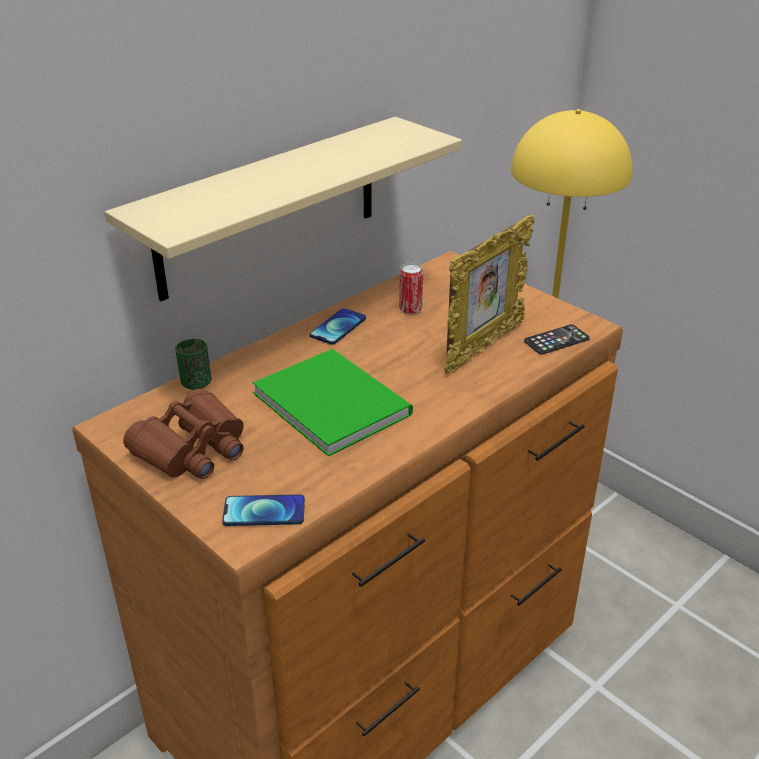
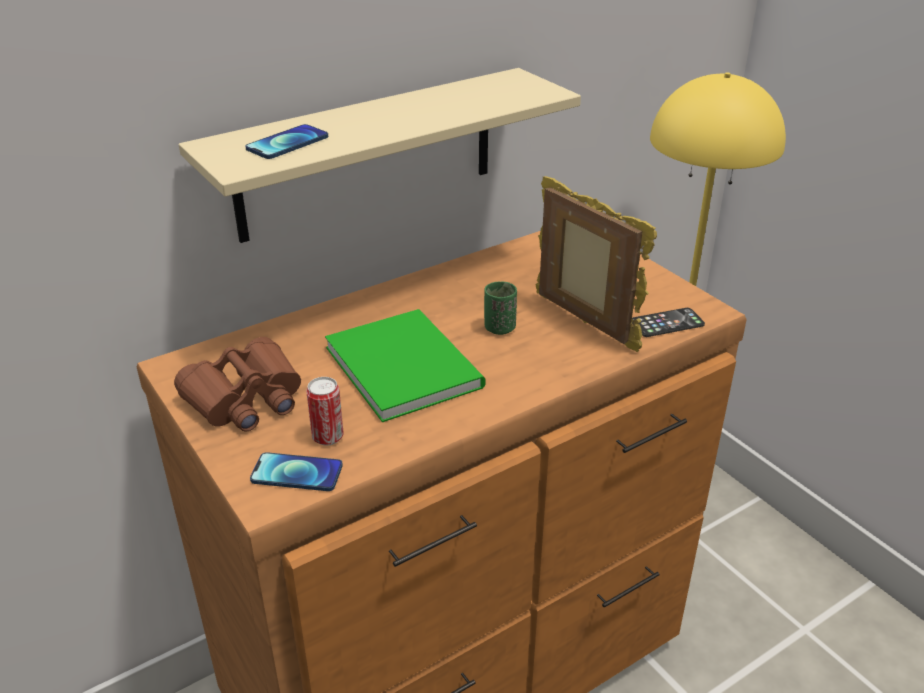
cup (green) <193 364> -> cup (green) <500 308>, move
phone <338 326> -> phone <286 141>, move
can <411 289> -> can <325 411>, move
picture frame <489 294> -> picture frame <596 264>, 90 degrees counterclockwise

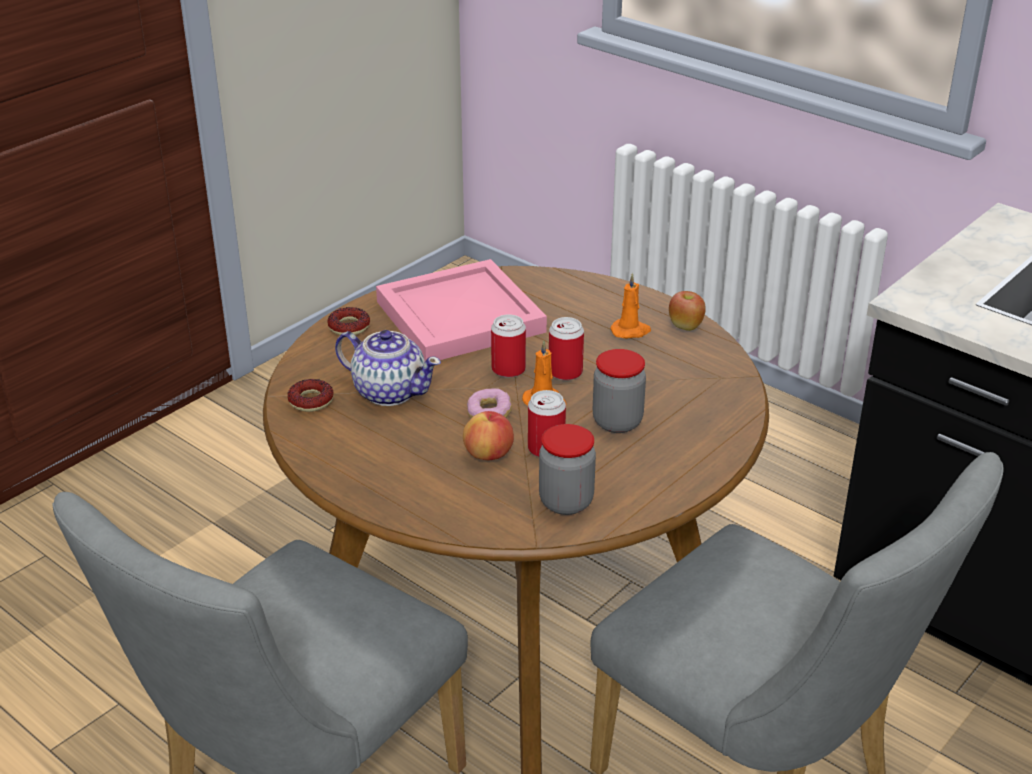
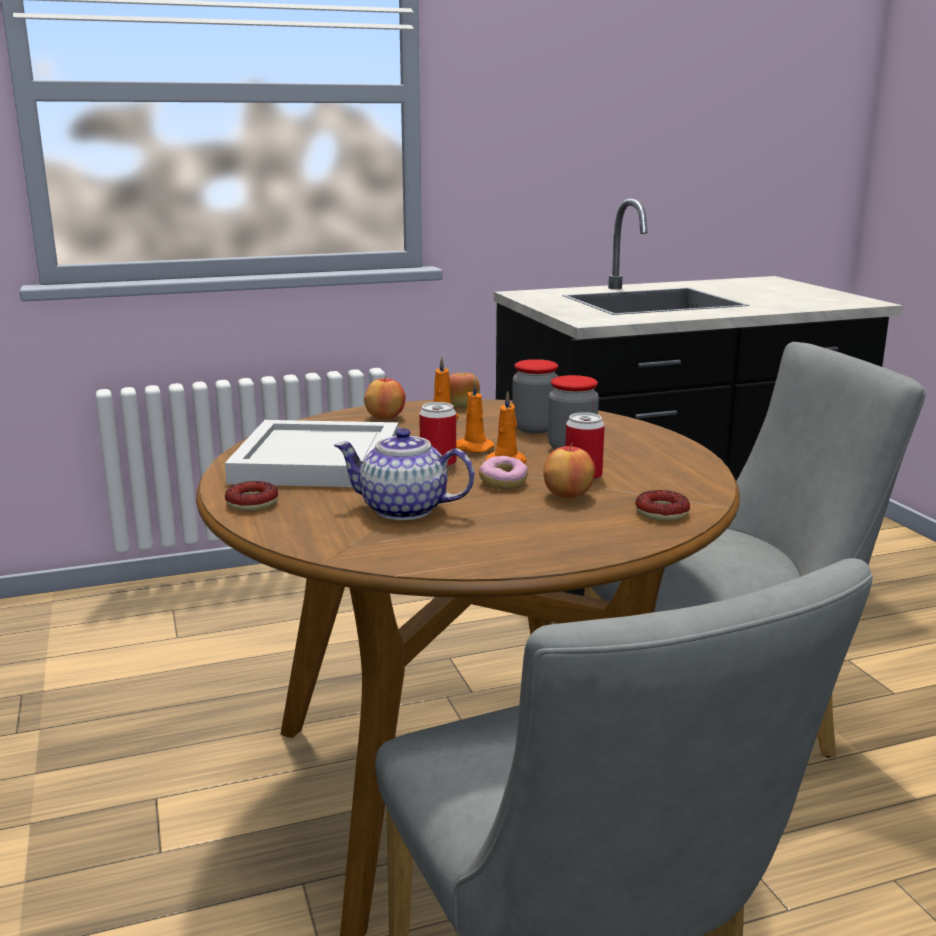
donut <310 395> -> donut <662 505>, move
teapot <388 368> -> teapot <404 474>, 135 degrees counterclockwise
tray (pink) <461 310> -> tray (white) <312 453>
jar <567 469> -> jar <535 396>, move
can <566 348> -> candle (orange) <475 415>
none -> apple <385 397>

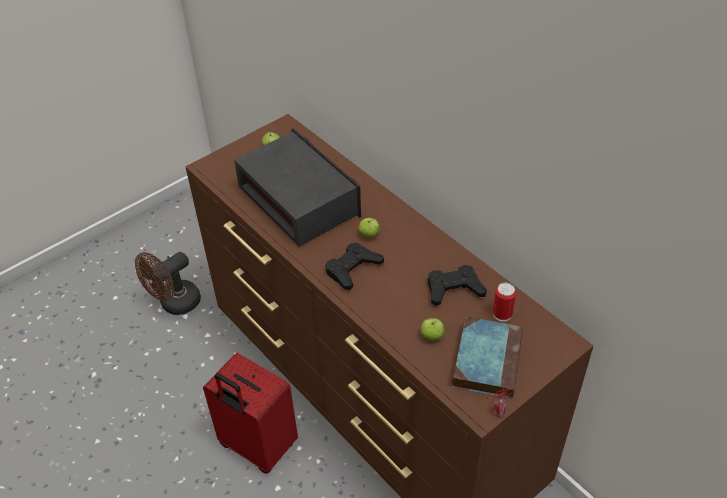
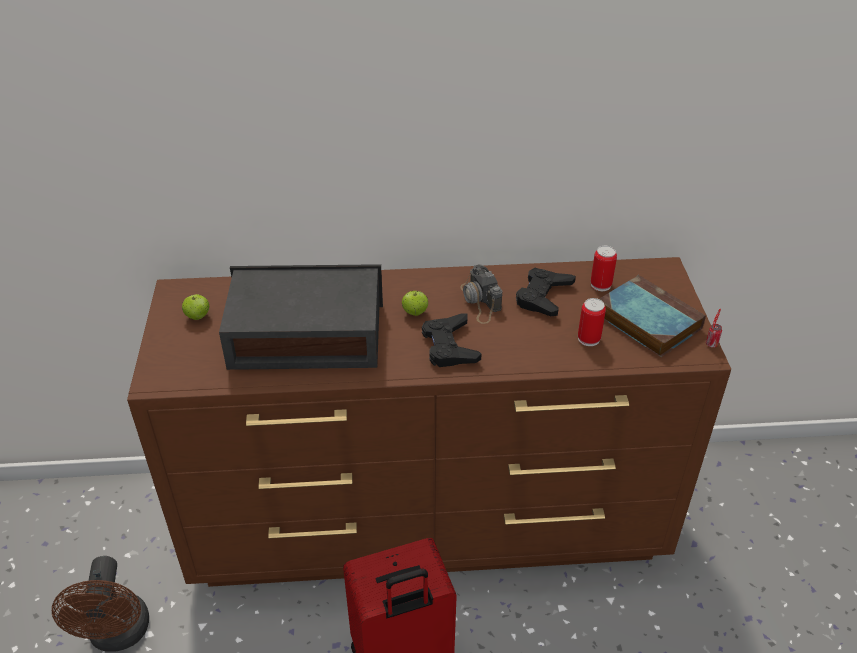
apple <432 329> -> can <592 322>
none -> photo camera <481 294>

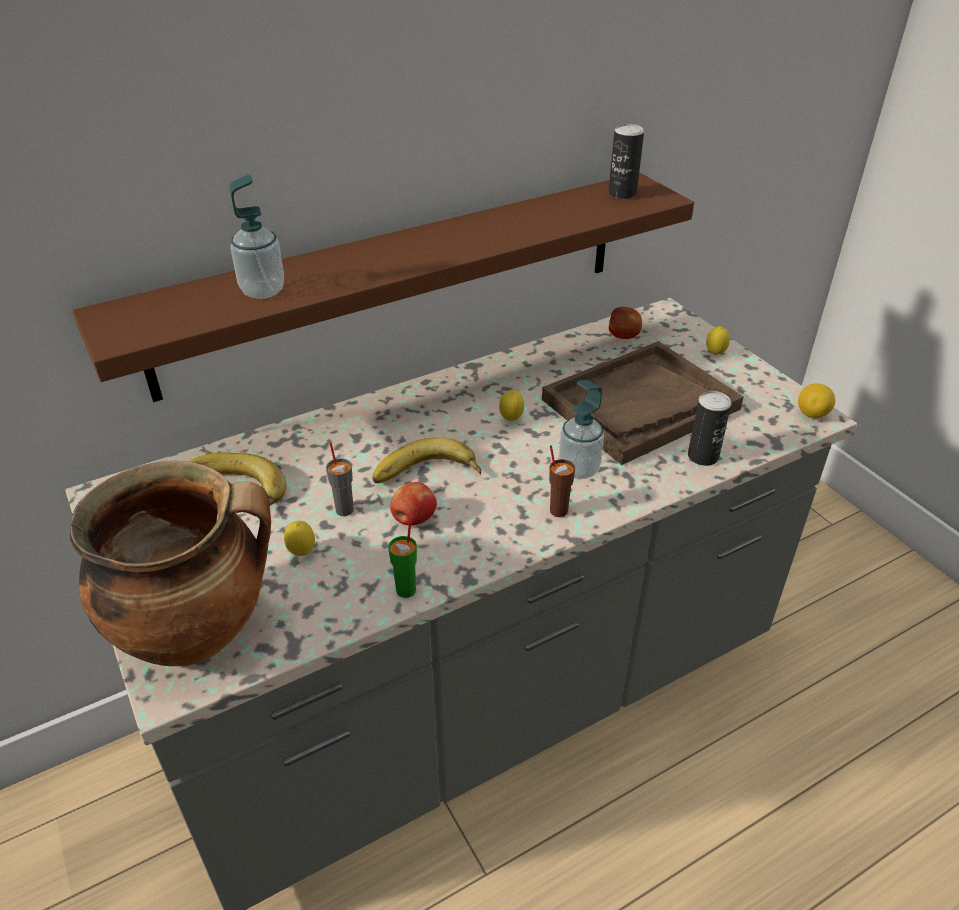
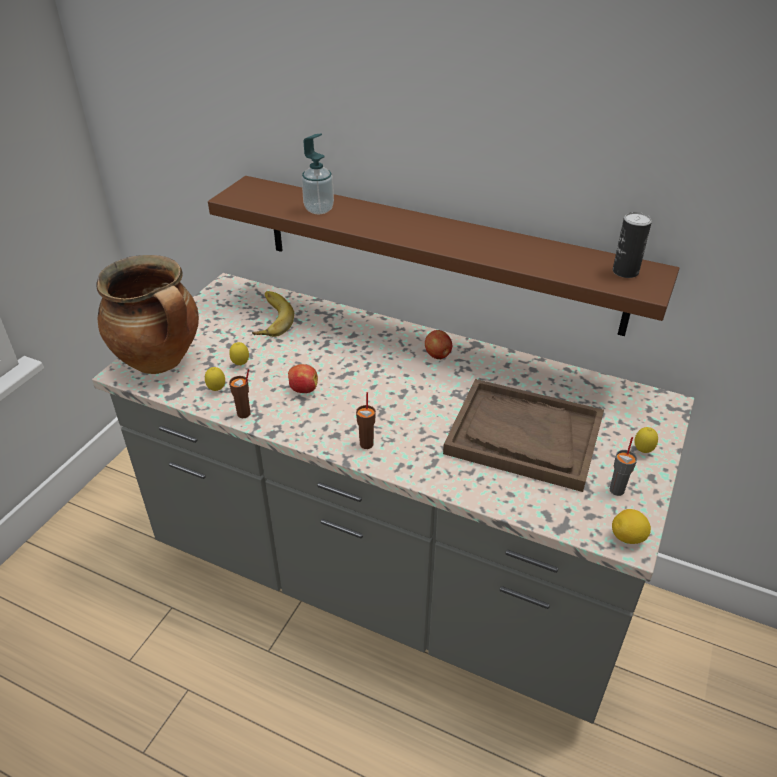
cup (grey) <340 479> -> cup (grey) <623 466>, move
banana <426 460> -> none
cup (green) <402 558> -> cup (brown) <239 393>
lemon <511 405> -> lemon <215 379>, move
soap dispenser <581 429> -> none
apple <625 323> -> apple <438 344>, move
can <709 428> -> none

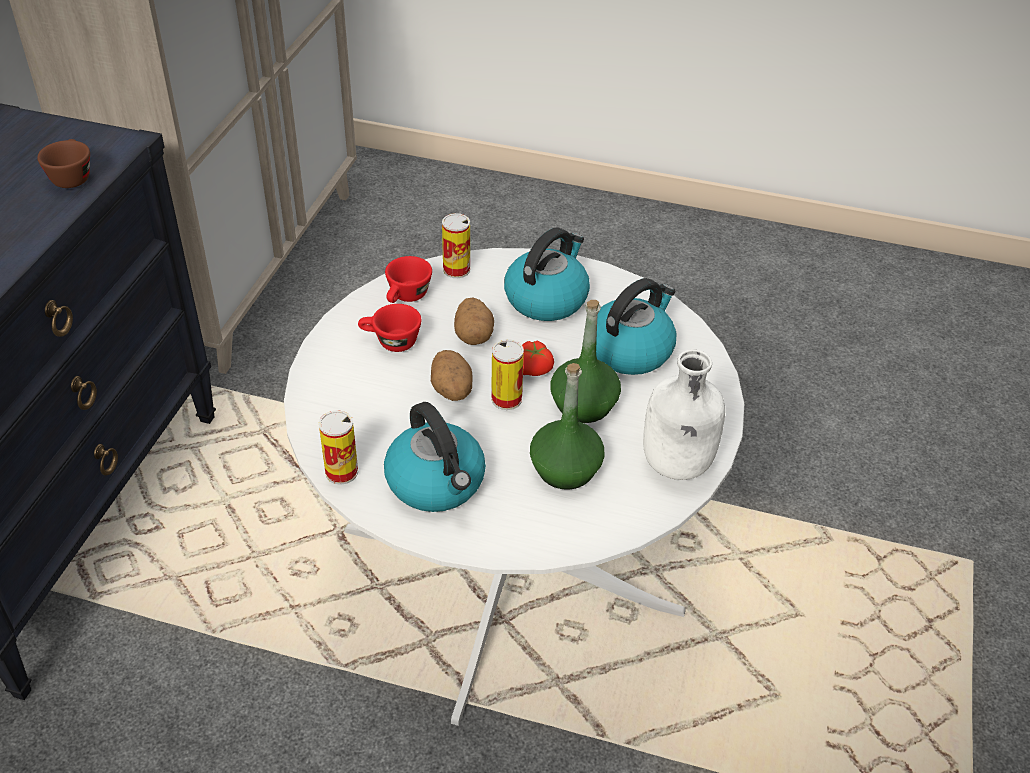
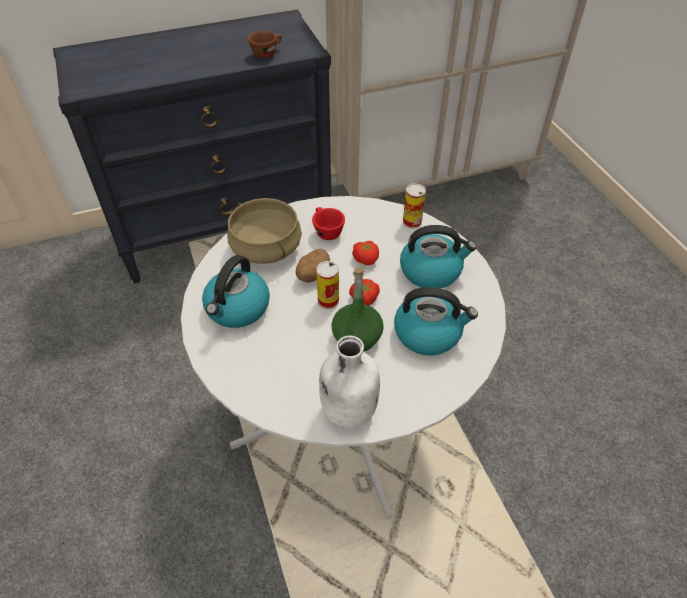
can <338 447> -> none
cup (red) <408 279> -> none
potato <474 321> -> tomato <365 253>
bottle (green) <567 426> -> none
none -> cooking pot (beige) <264 231>

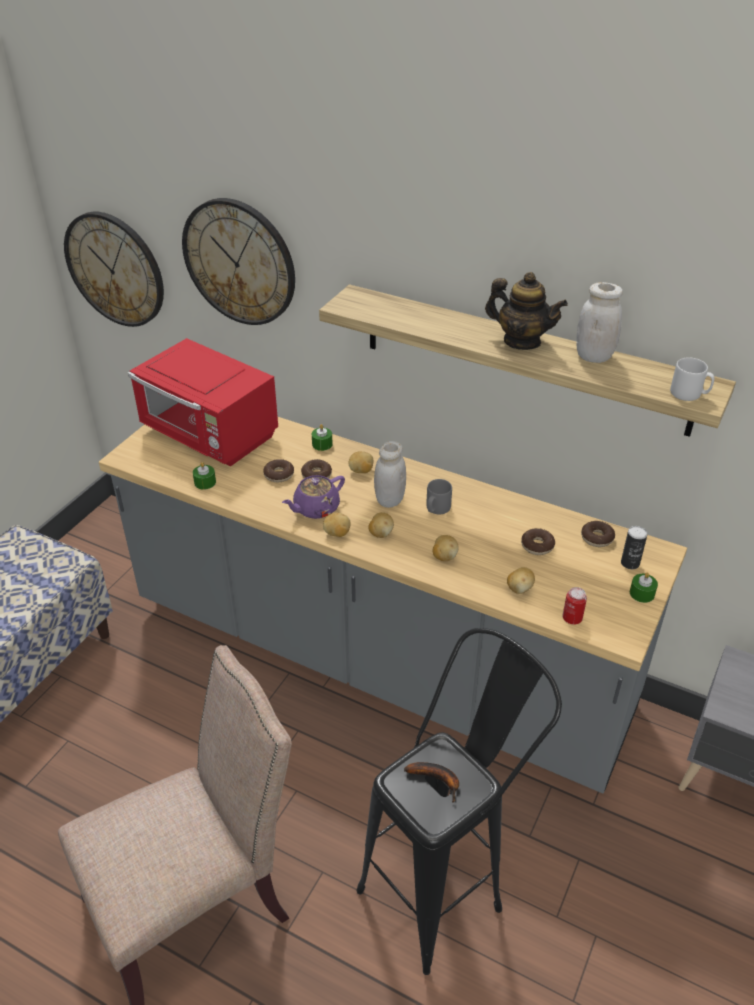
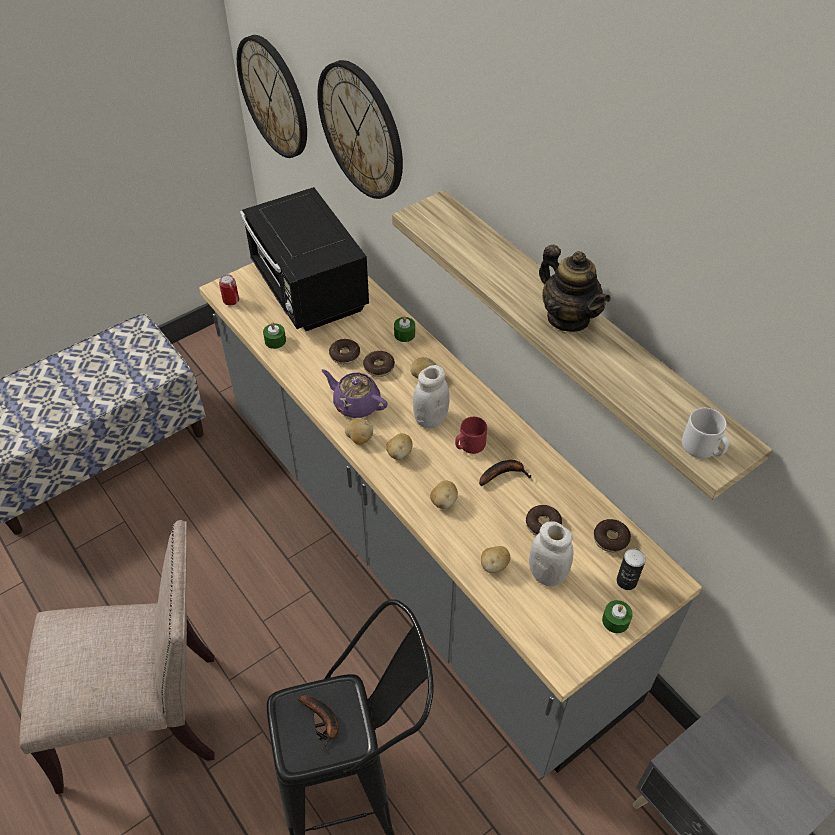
microwave (red) <203 402> -> microwave (black) <304 259>
teapot (purple) <313 497> -> teapot (purple) <355 393>, 45 degrees clockwise
mug (grey) <439 496> -> mug (red) <471 435>
can <574 605> -> can <229 289>, move
jar (white) <599 322> -> jar (white) <551 553>, move
none -> banana <505 473>

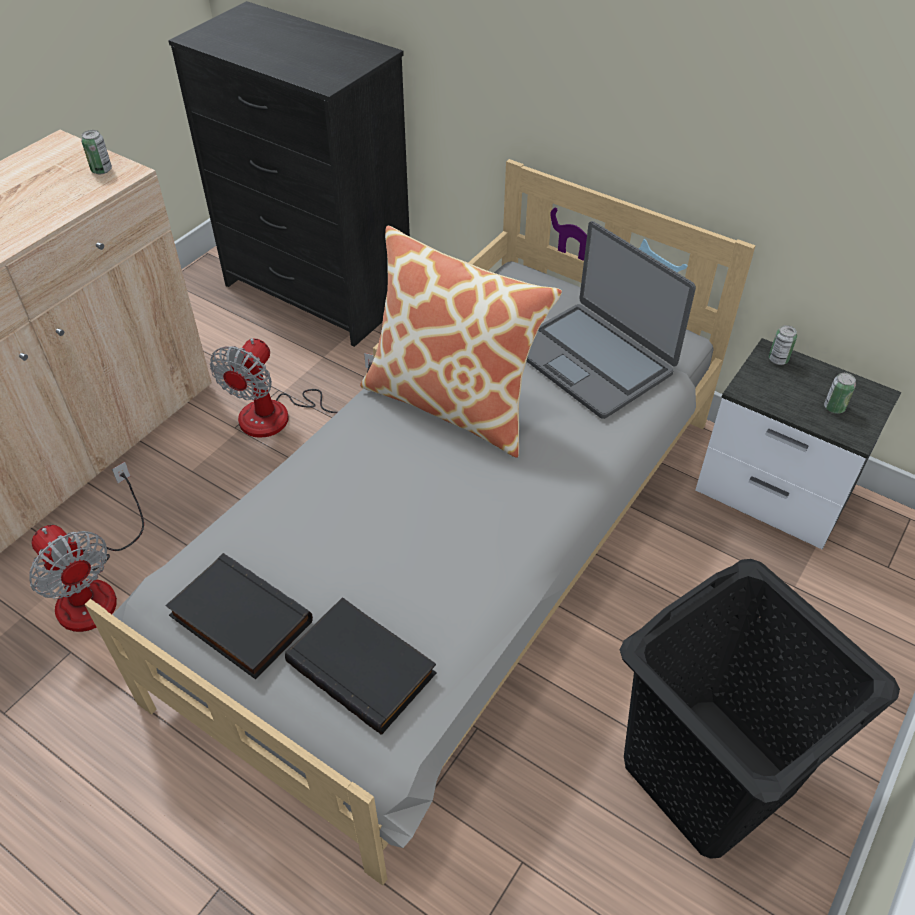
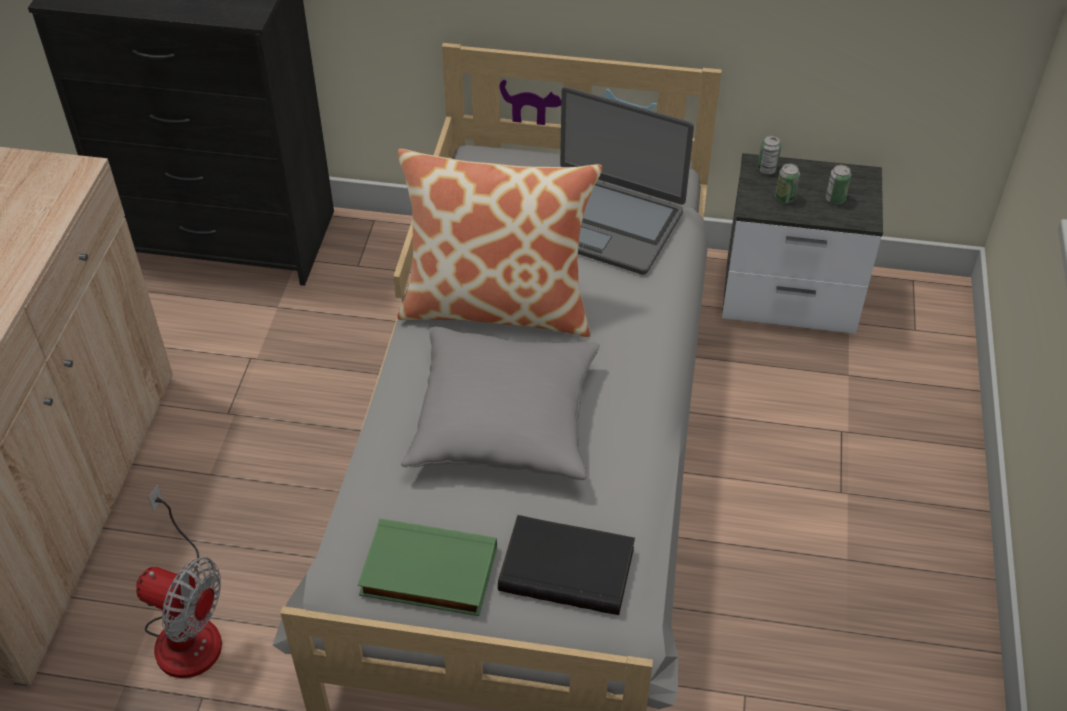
can <96 152> -> can <787 183>, move
book (black) <239 616> -> book (green) <427 567>
fan <292 388> -> none
laundry basket (black) <760 709> -> none
none -> pillow (grey) <500 403>

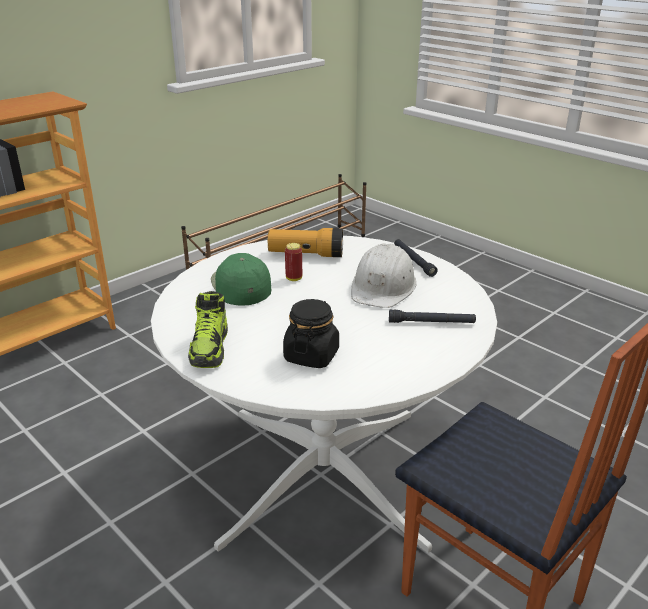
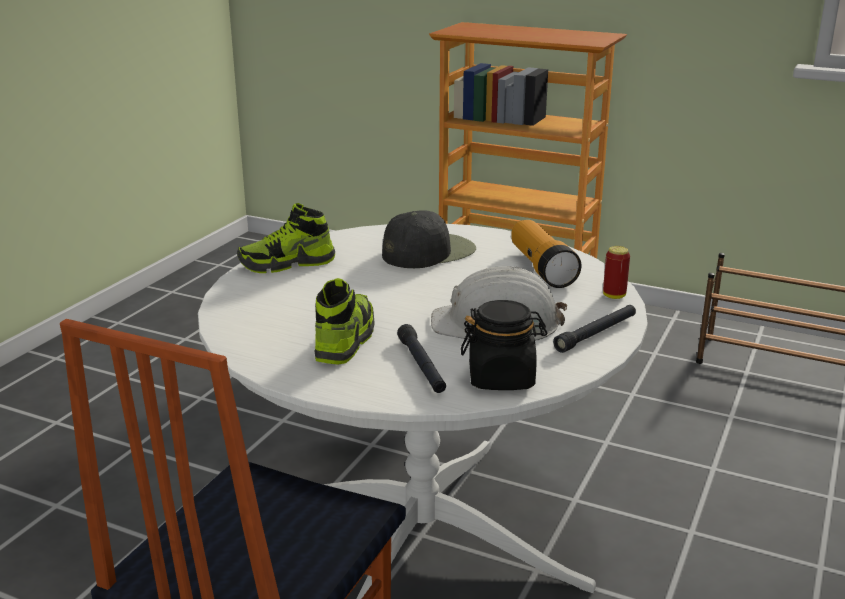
cap (green) <241 279> -> cap (black) <429 239>
jar (black) <311 333> -> jar (black) <504 345>, move
can <293 262> -> can <616 272>, move
none -> shoe <344 321>

